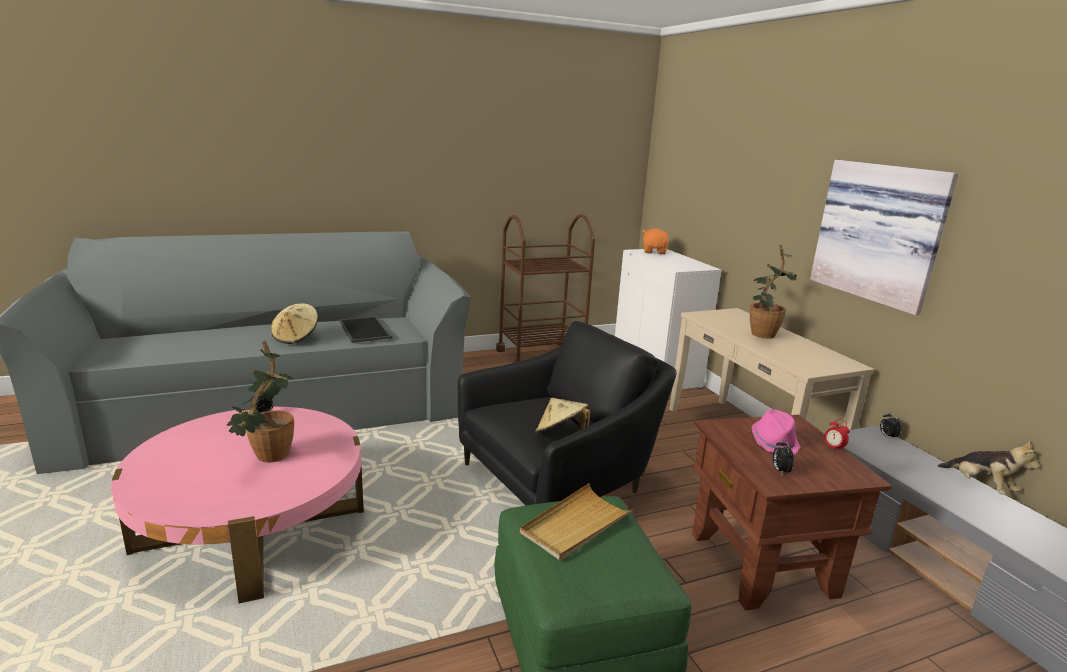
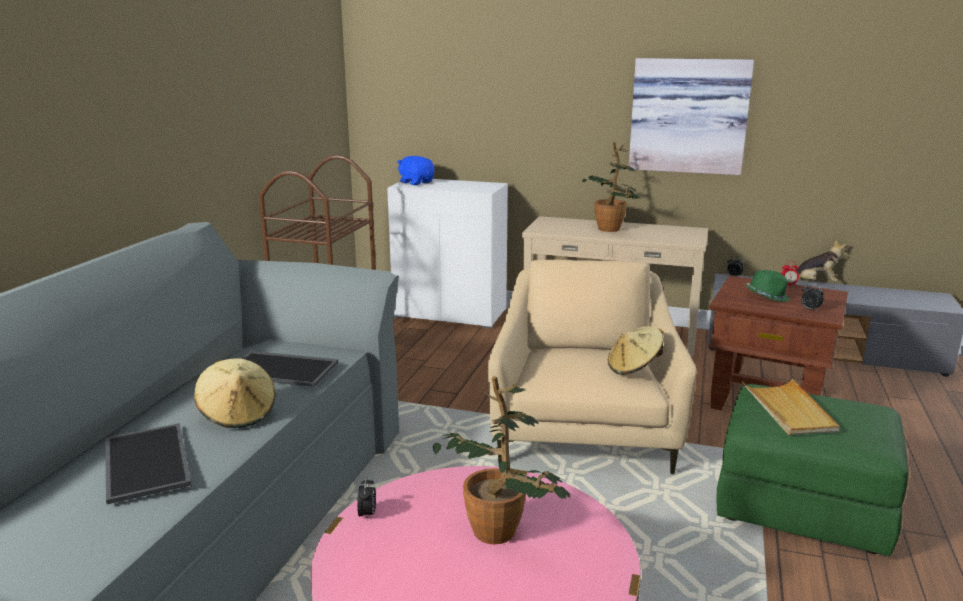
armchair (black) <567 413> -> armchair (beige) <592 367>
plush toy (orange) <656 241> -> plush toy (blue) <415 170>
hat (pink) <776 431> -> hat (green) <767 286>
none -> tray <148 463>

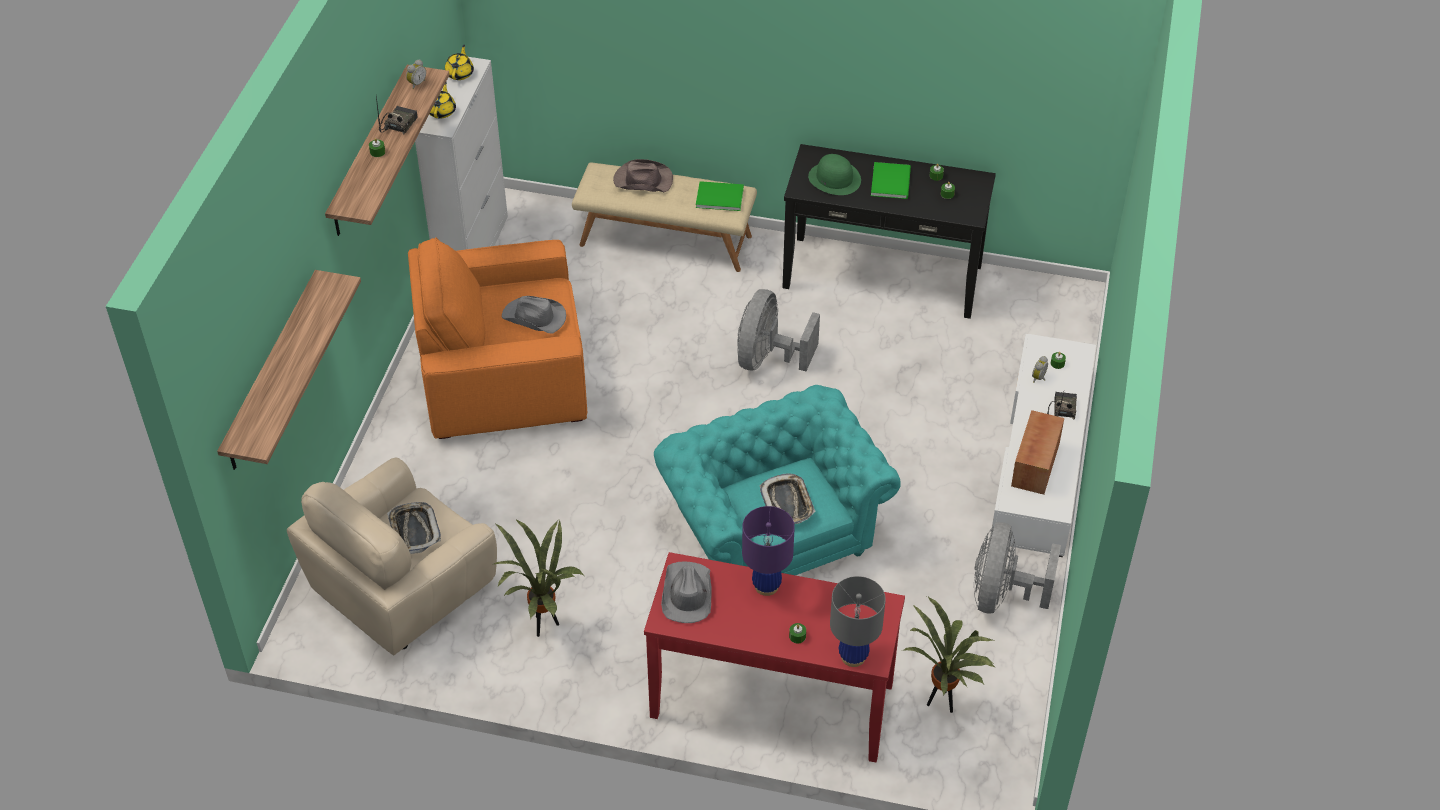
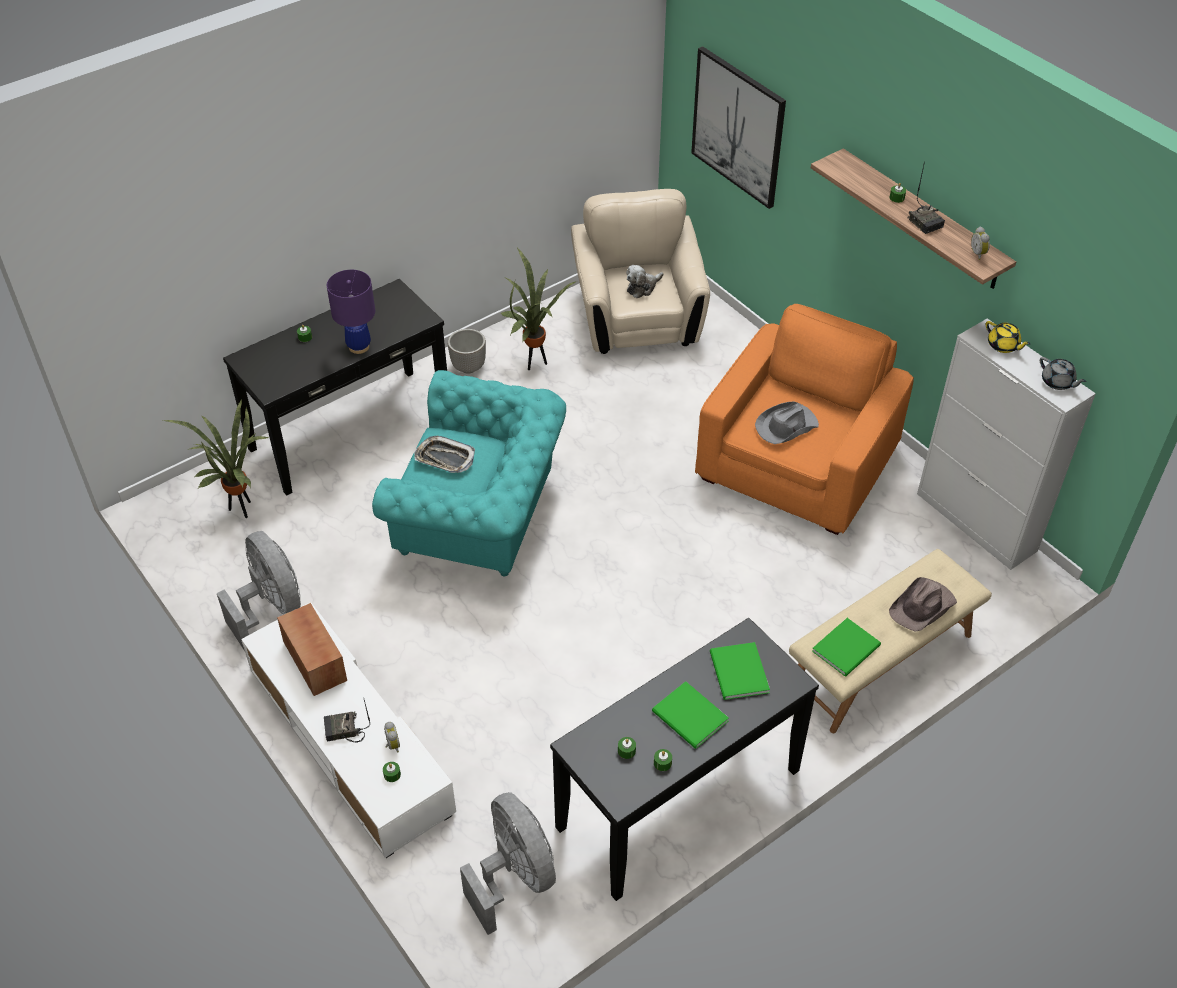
shelf <289 370> -> picture <738 127>
tray <414 528> -> plush toy <644 281>
teapot (yellow) <459 62> -> teapot (grey) <1063 373>
console table (red) <774 657> -> console table (black) <335 387>
hat (grey) <686 592> -> none
fan (grey) <778 330> -> fan (grey) <508 863>, move
hat (green) <834 174> -> book (green) <740 671>
table lamp (grey) <858 621> -> none
radio <1062 405> -> radio <347 720>, 120 degrees clockwise
none -> planter <467 351>

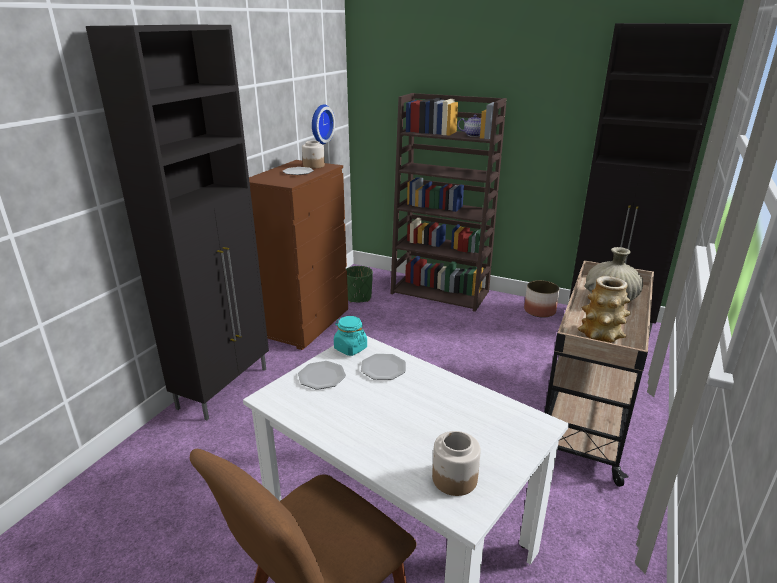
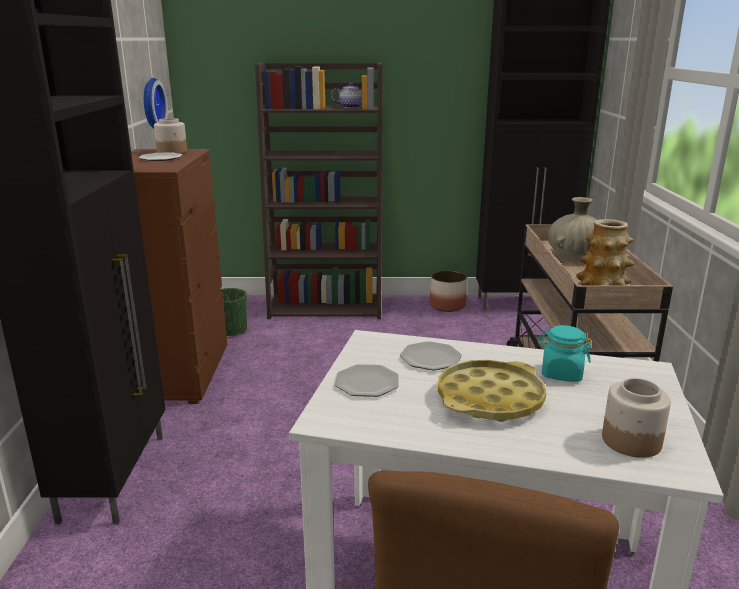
jar (turquoise) <350 336> -> jar (turquoise) <564 353>, move
none -> tray (yellow) <492 391>

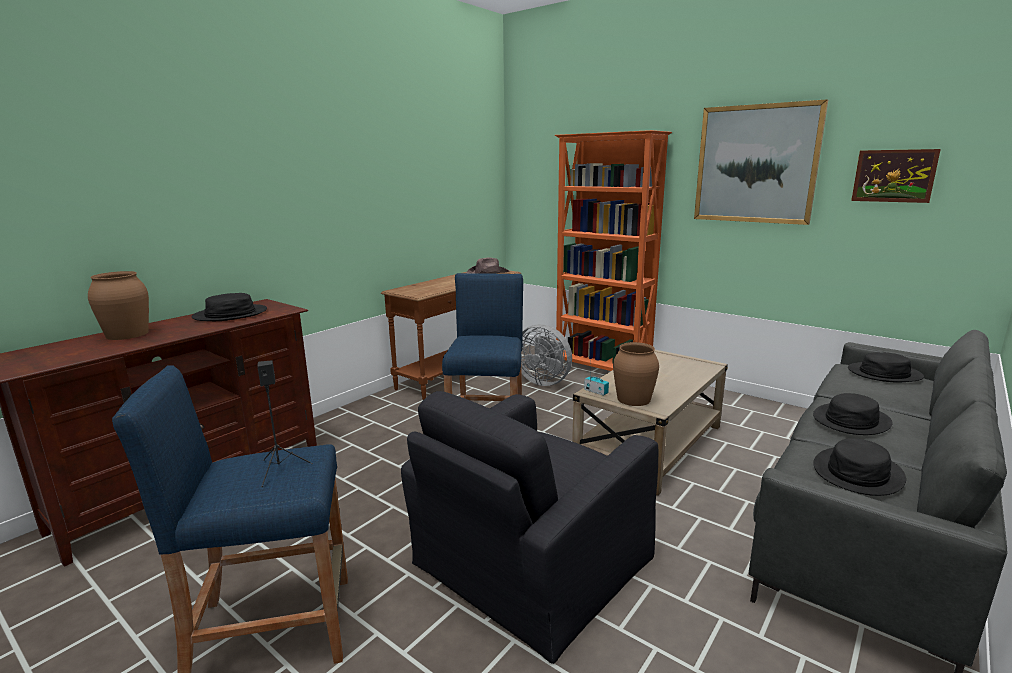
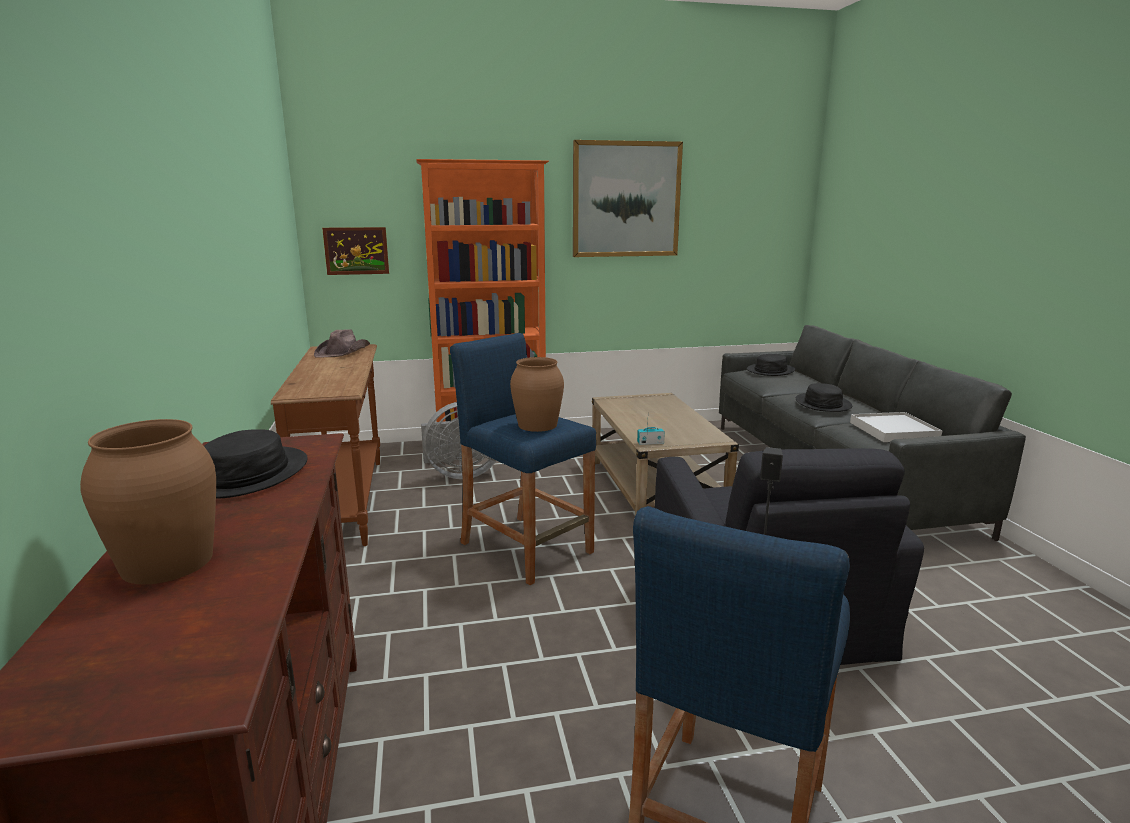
vase (brown) <636 374> -> vase (brown) <537 394>, move
hat (black) <859 467> -> tray (white) <896 427>
picture <896 176> -> picture <355 251>, move

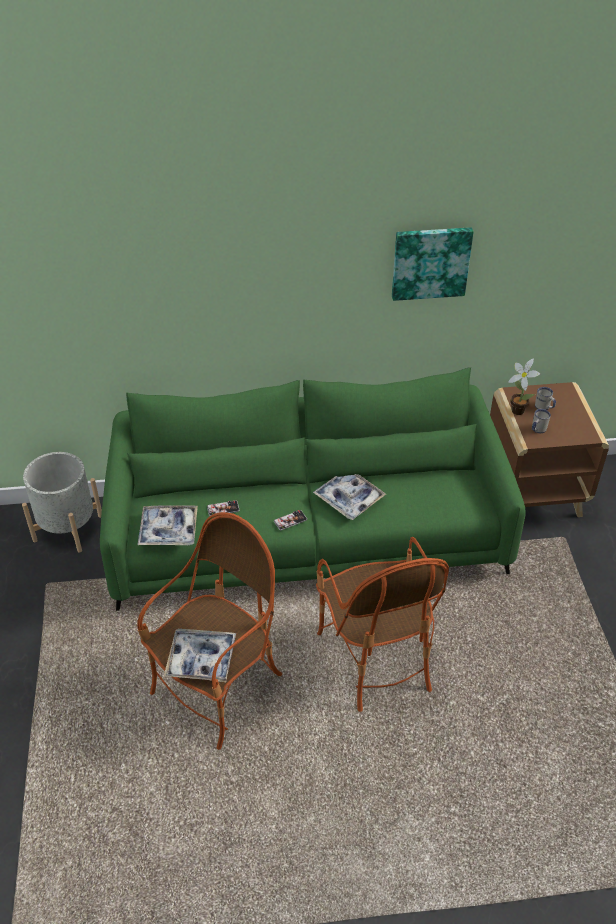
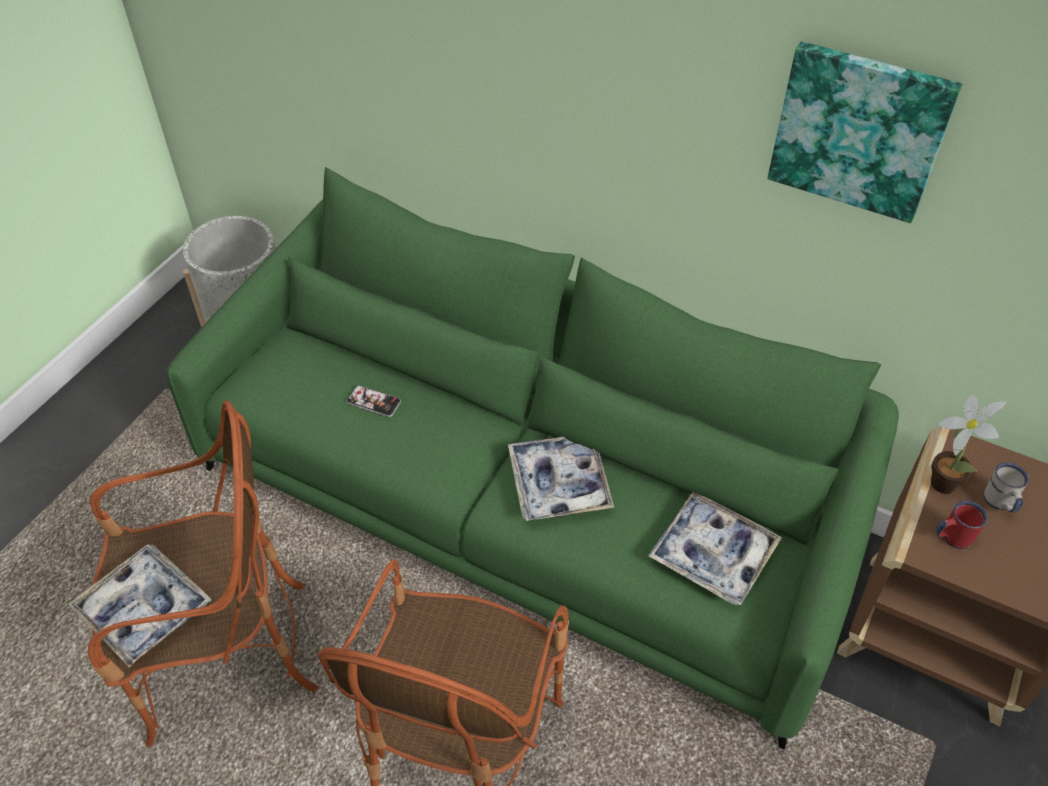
tray <168 525> -> tray <715 549>, move
phone <290 520> -> none
mug (white) <541 421> -> mug (red) <961 524>

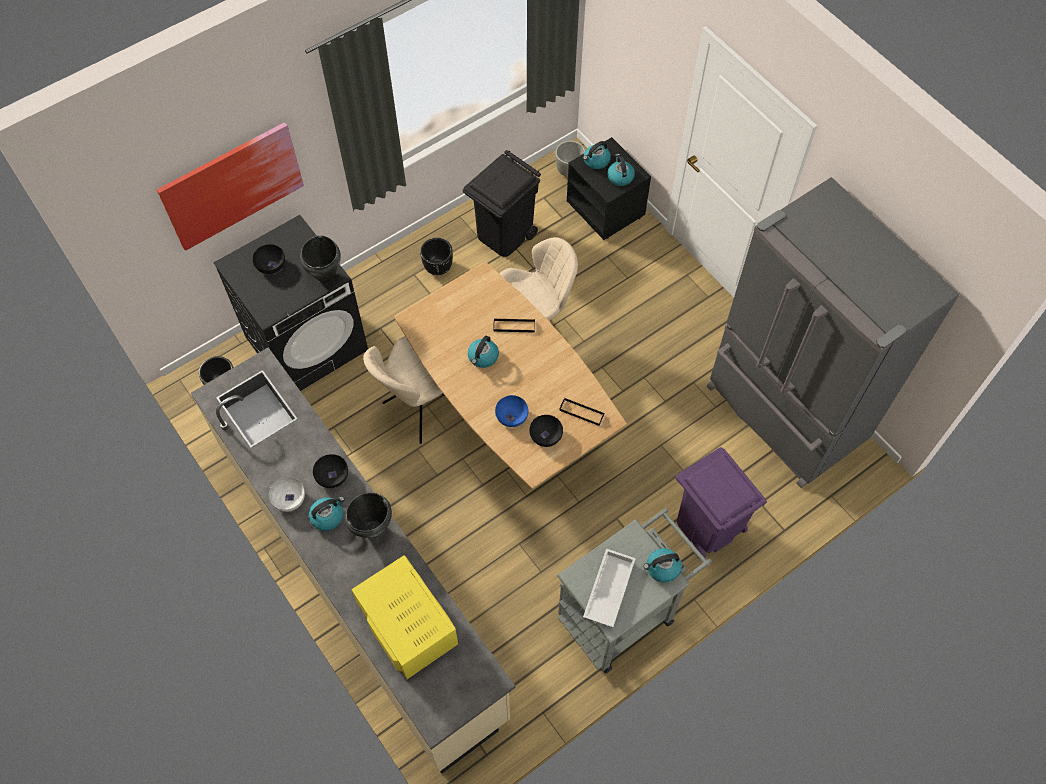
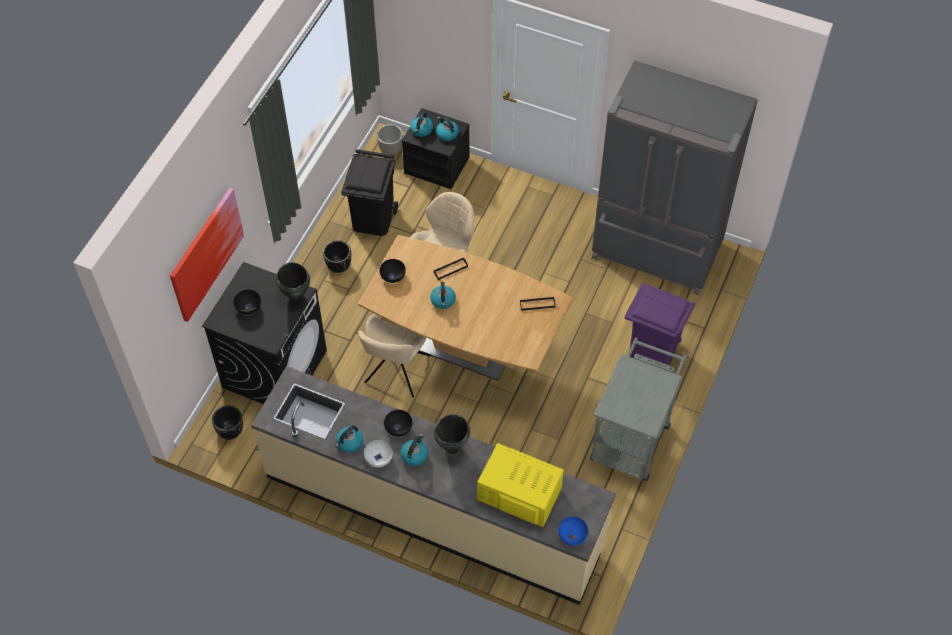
bowl (blue) <511 411> -> bowl (blue) <573 531>, move
bowl (black) <546 431> -> bowl (black) <393 271>, move
tray (white) <609 588> -> none
kettle <662 565> -> kettle <349 439>, move

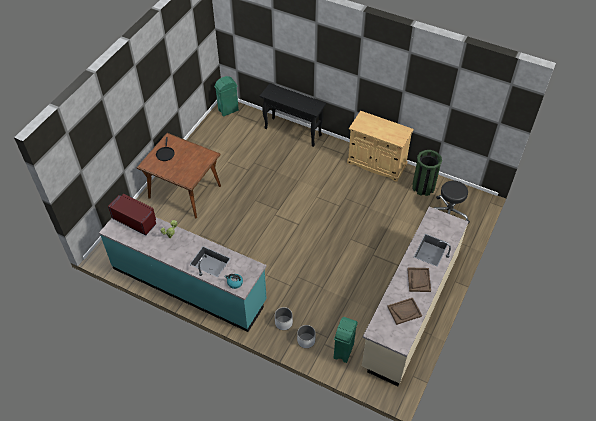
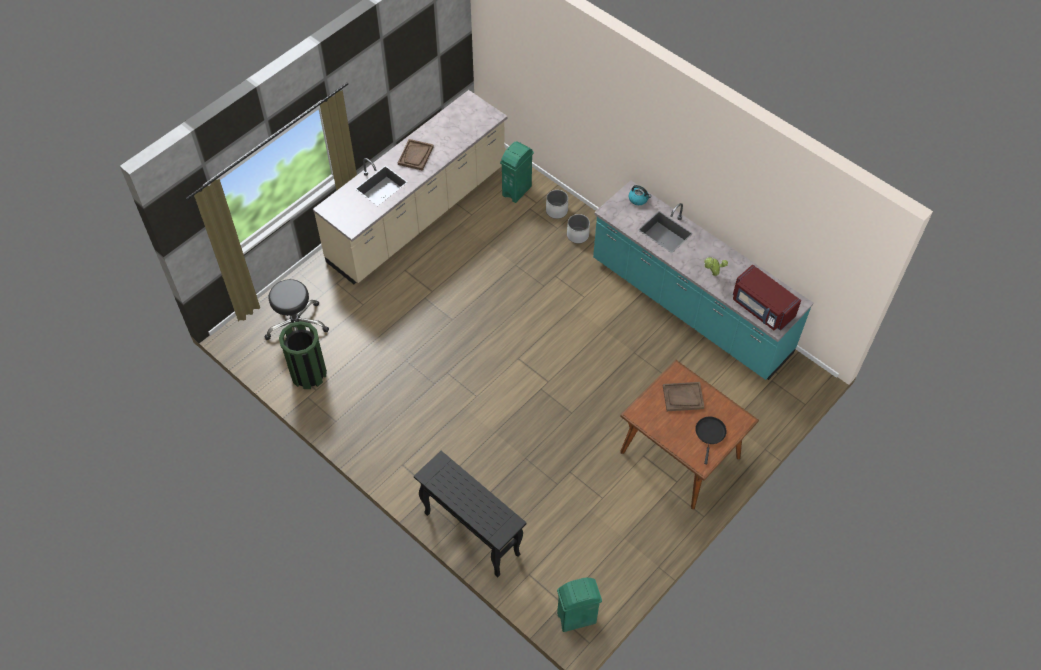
cabinet (beige) <380 146> -> none
tray (brown) <404 311> -> tray (brown) <684 396>, move

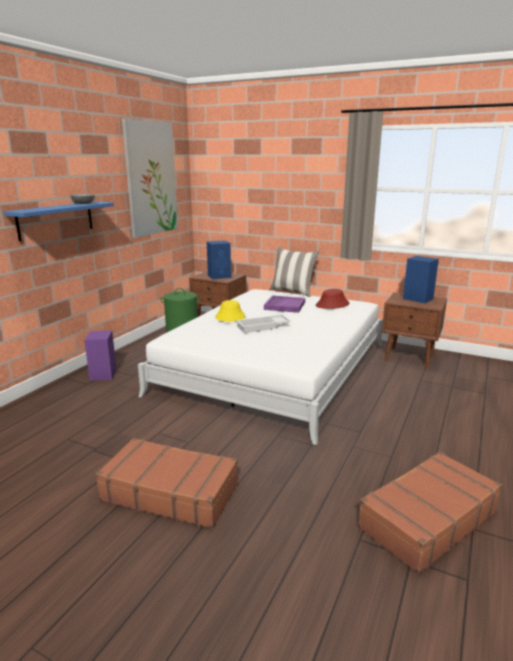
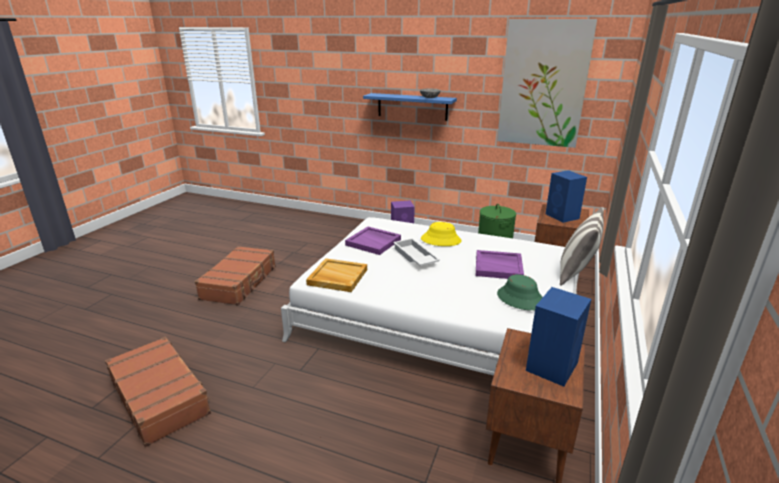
hat (red) <332 299> -> hat (green) <520 292>
none -> tray (beige) <336 275>
none -> tray (purple) <373 241>

